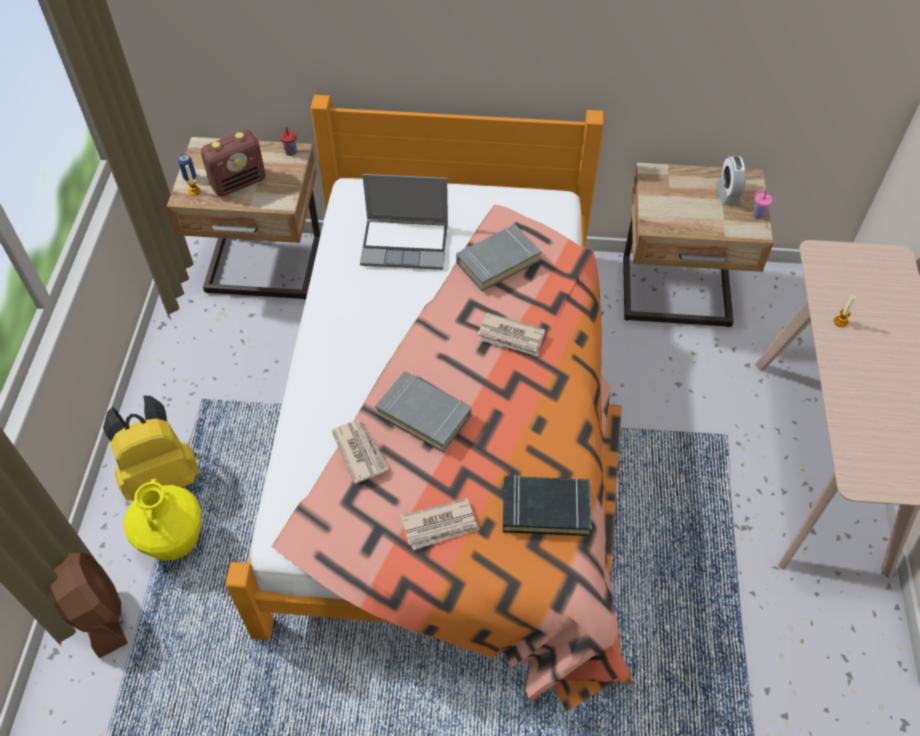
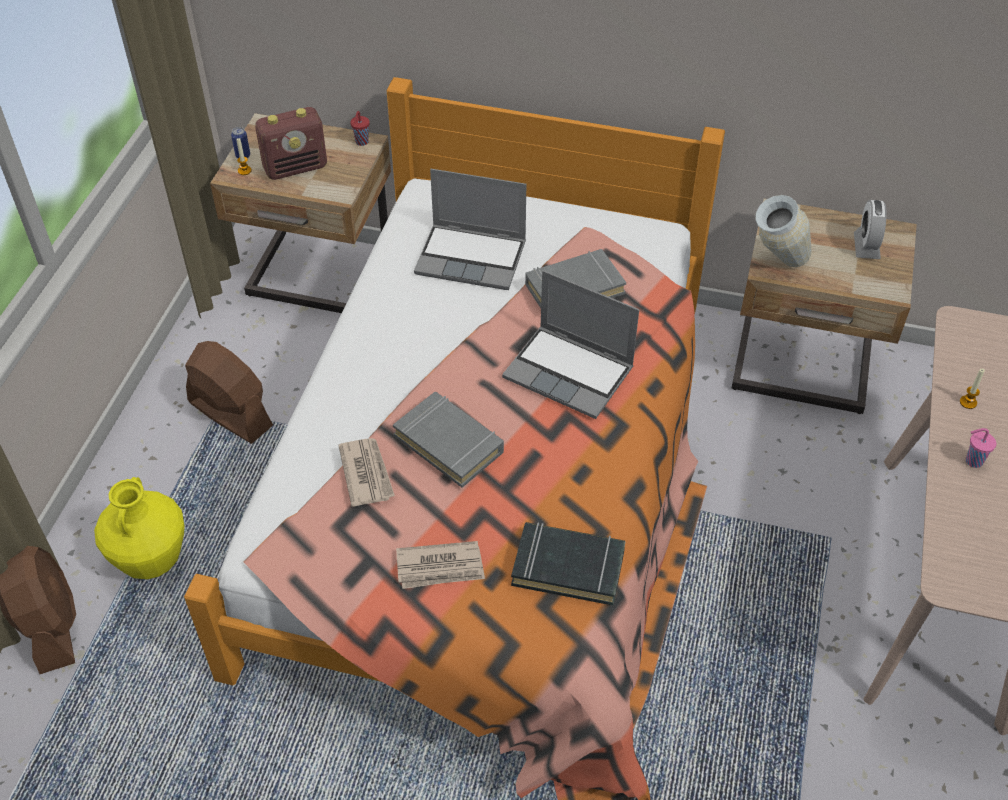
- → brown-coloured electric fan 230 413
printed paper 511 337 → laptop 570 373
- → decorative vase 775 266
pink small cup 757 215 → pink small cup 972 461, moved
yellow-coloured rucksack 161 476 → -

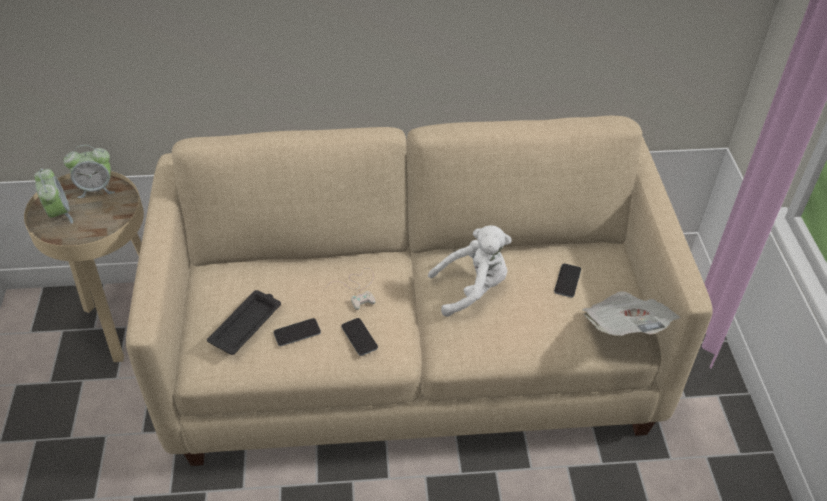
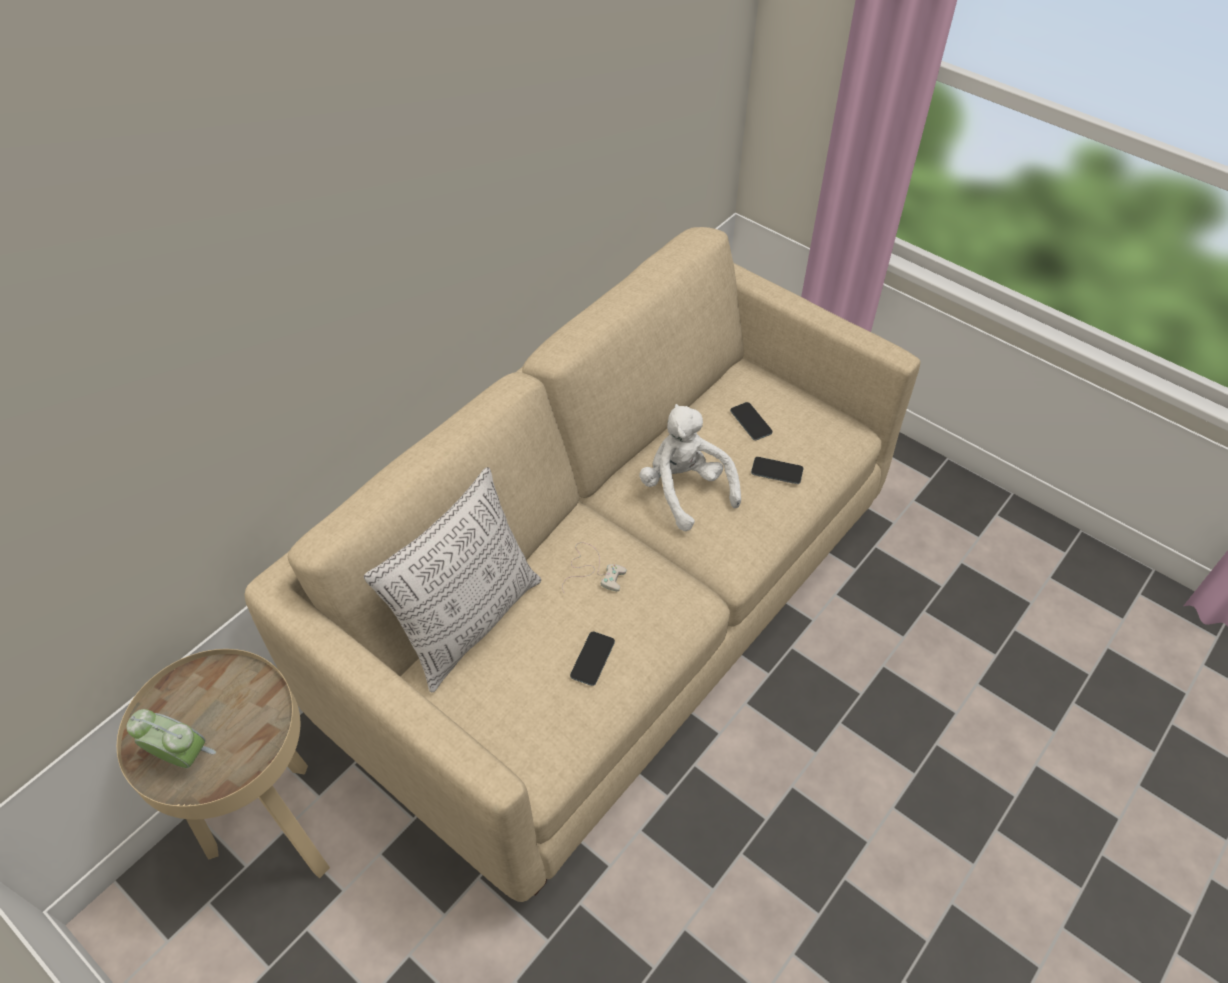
- → cushion 470 622
white-coloured soft toy 472 289 → white-coloured soft toy 685 490, 60 degrees counterclockwise
handset 359 337 → handset 777 471, moved
alarm clock 96 188 → -
blackish carrying tray 247 324 → -
printed paper 625 328 → -

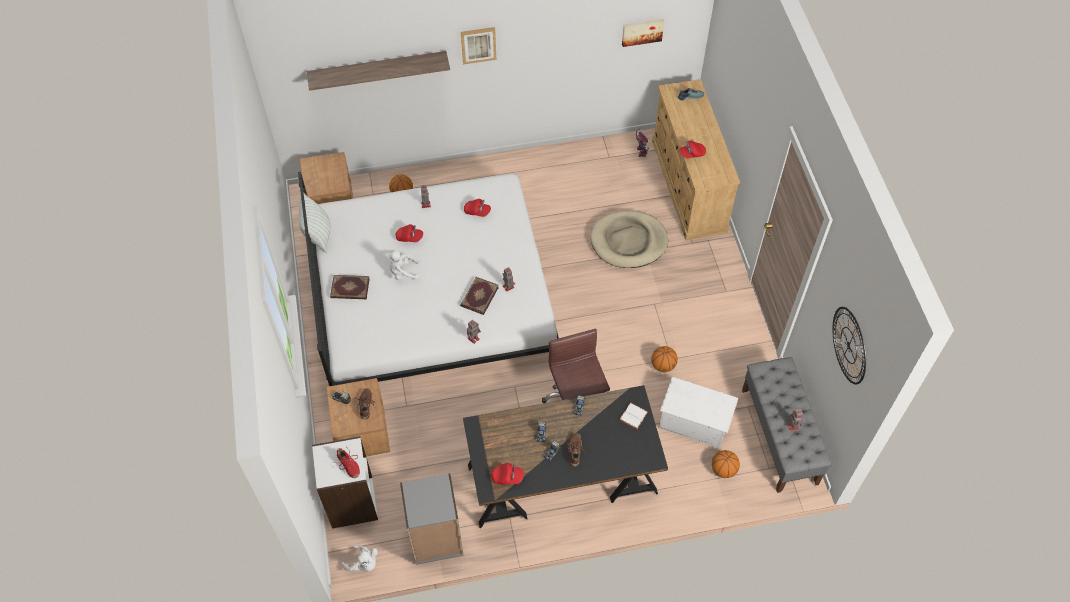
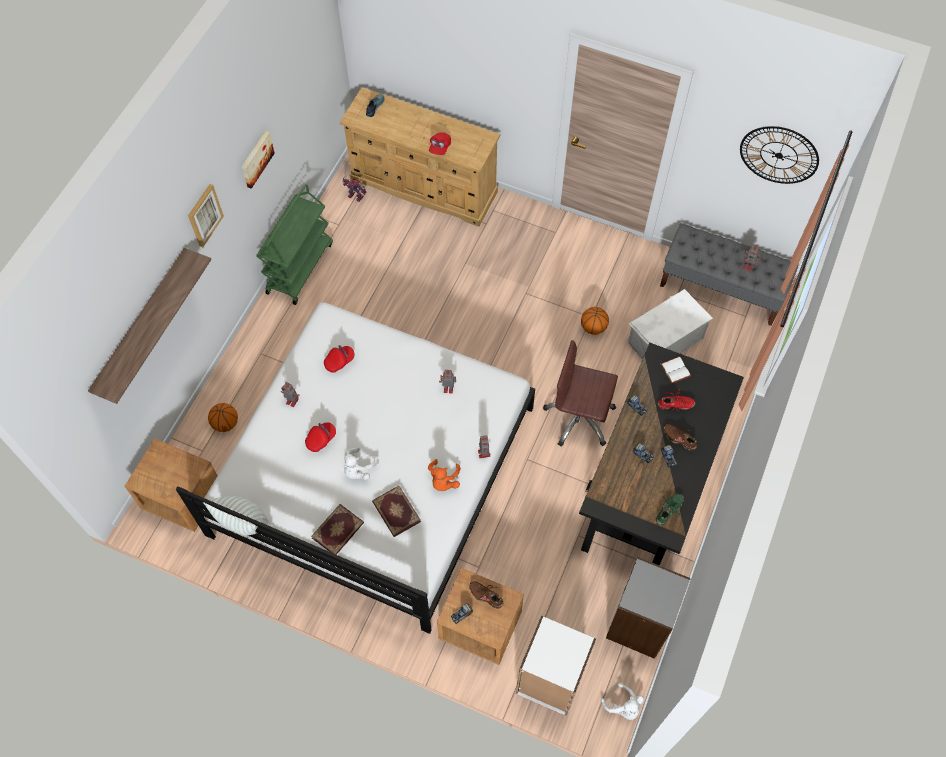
wall art 642 31 → wall art 256 159, moved
- → green wheeled cart 299 267
volume 479 296 → volume 396 512, moved
- → orange-coloured soft toy 443 481
white-coloured soft toy 364 564 → white-coloured soft toy 623 706, 75 degrees clockwise
red peaked cap 507 477 → green low shoe 669 511
red low shoe 348 465 → red low shoe 675 405, moved
beige-coloured dog cushion 628 241 → -
basketball ball 723 469 → -

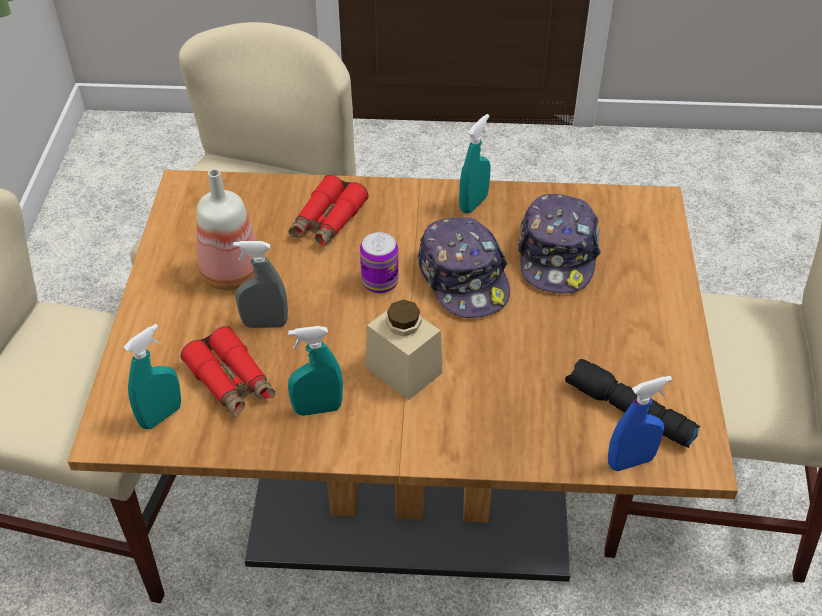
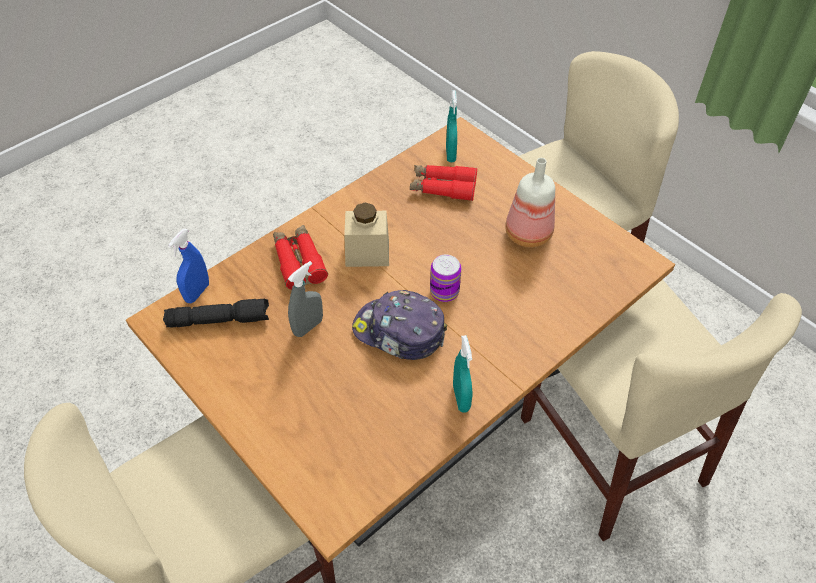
red pair of binoculars 327 221 → red pair of binoculars 299 261, moved
grey hand sprayer 265 324 → grey hand sprayer 308 327, moved
blue-green hand sprayer 317 409 → -
peaked cap 557 255 → -

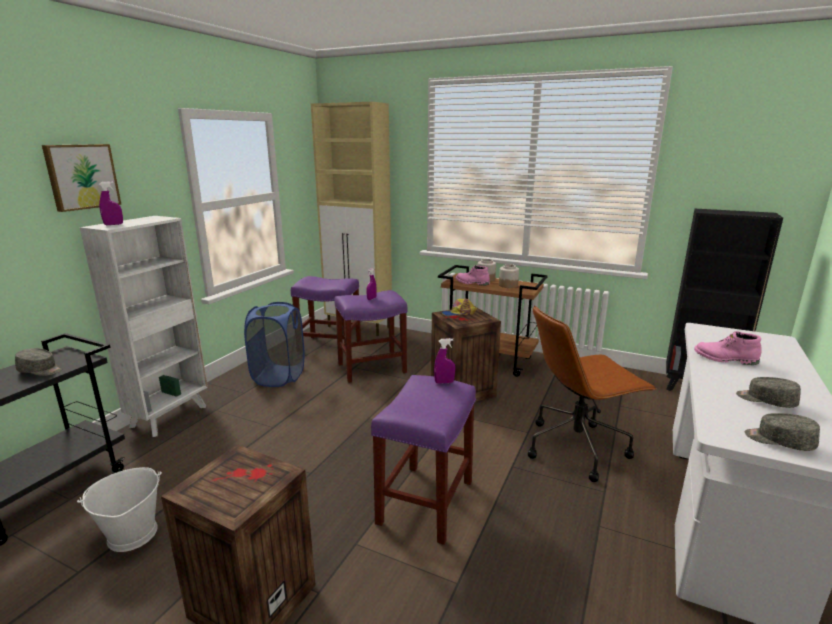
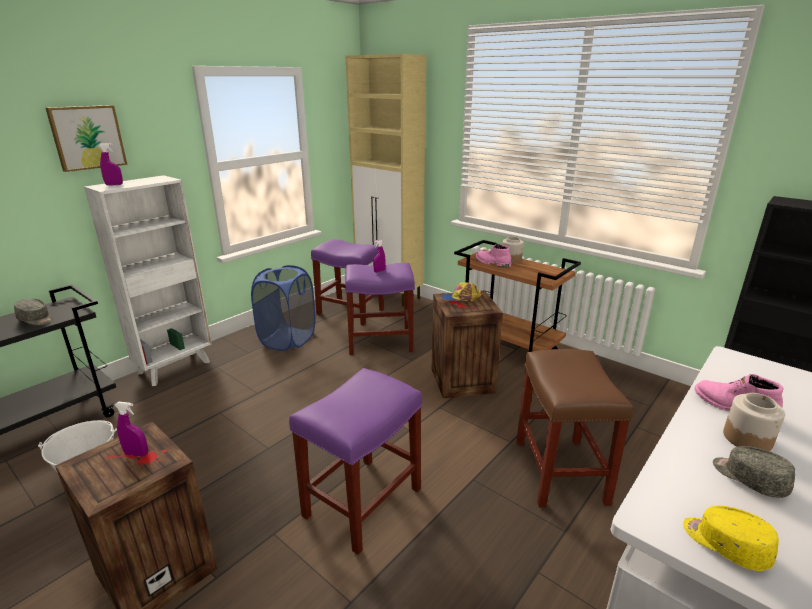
purple-coloured hand sprayer 444 382 → purple-coloured hand sprayer 136 454, moved
brown-coloured office chair 577 447 → brown-coloured sitting stool 559 470
grey peaked cap 779 441 → yellow-coloured peaked cap 725 544
preserve jar 508 285 → preserve jar 747 438, moved

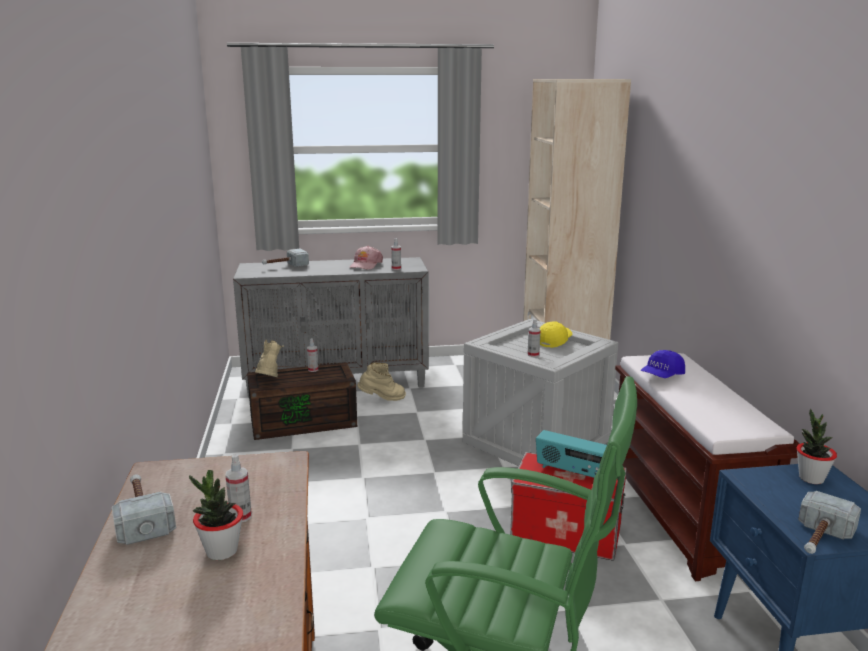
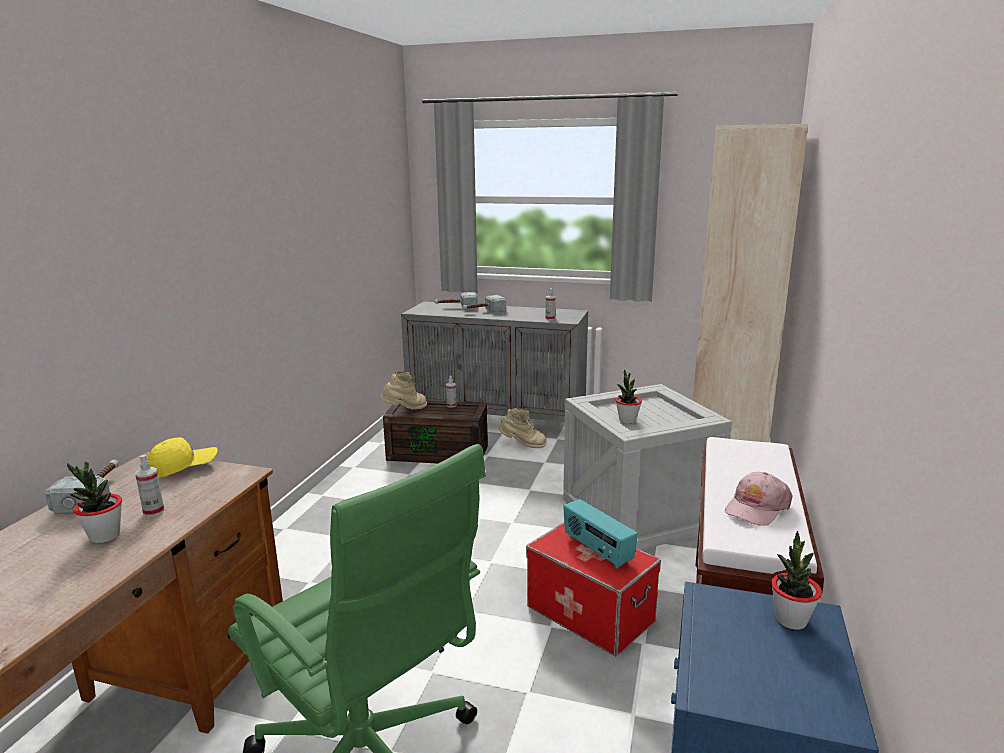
yellow-coloured peaked cap 554 341 → yellow-coloured peaked cap 184 468, moved
beige-coloured boot 269 382 → beige-coloured boot 405 410, 45 degrees clockwise
hand hammer 819 540 → hand hammer 483 311, moved
hand sprayer 533 355 → plant in a pot 627 420
pink peaked cap 365 265 → pink peaked cap 756 508, moved
bluish peaked cap 661 376 → -

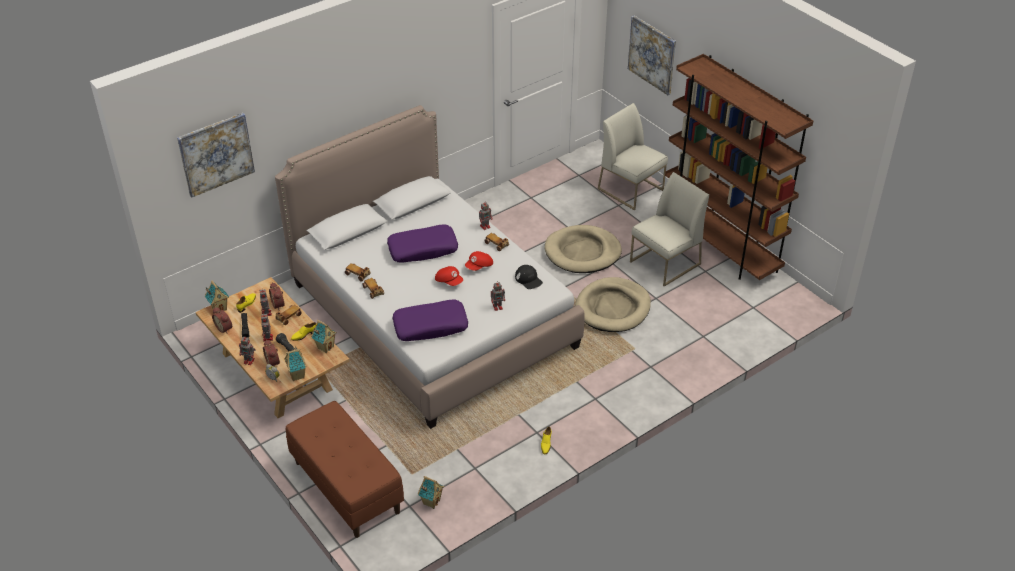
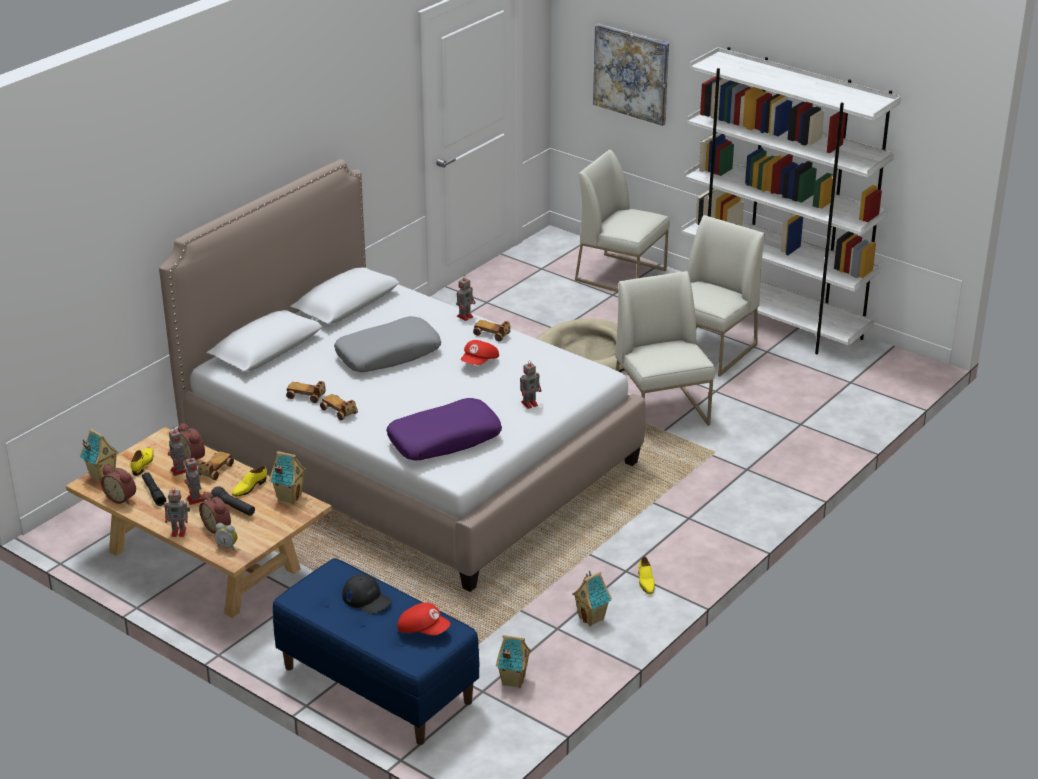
brown-coloured long seat 346 487 → bluish long seat 376 685
purple-coloured cushion 423 249 → grey cushion 388 354
blackish peaked cap 528 279 → blackish peaked cap 367 599, moved
red peaked cap 449 281 → red peaked cap 423 630, moved
miniature house 298 375 → miniature house 592 618, moved
beige-coloured dog cushion 613 308 → white-coloured chair 662 410
brown-coloured shelving unit 720 247 → white-coloured shelving unit 773 322
wall art 216 154 → -

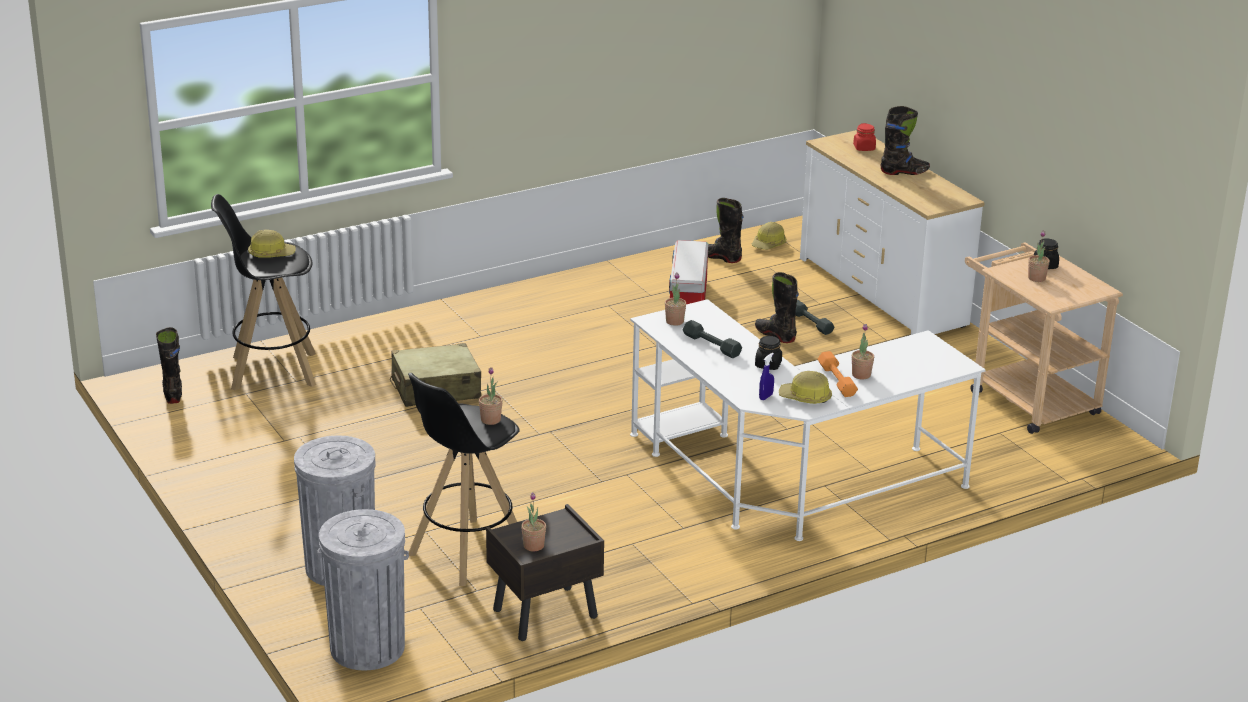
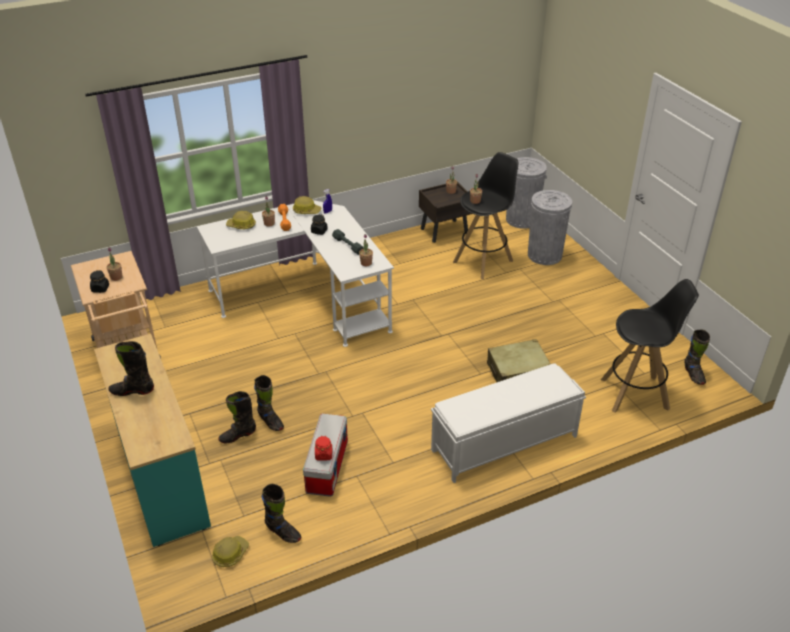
white-coloured chest of drawers 882 291 → blue-green chest of drawers 160 475
grey hand weight 811 322 → blackish boot 237 435
hard hat 271 254 → hard hat 241 225, moved
red preserve jar 864 148 → red preserve jar 323 455, moved
- → white-coloured long seat 503 443

